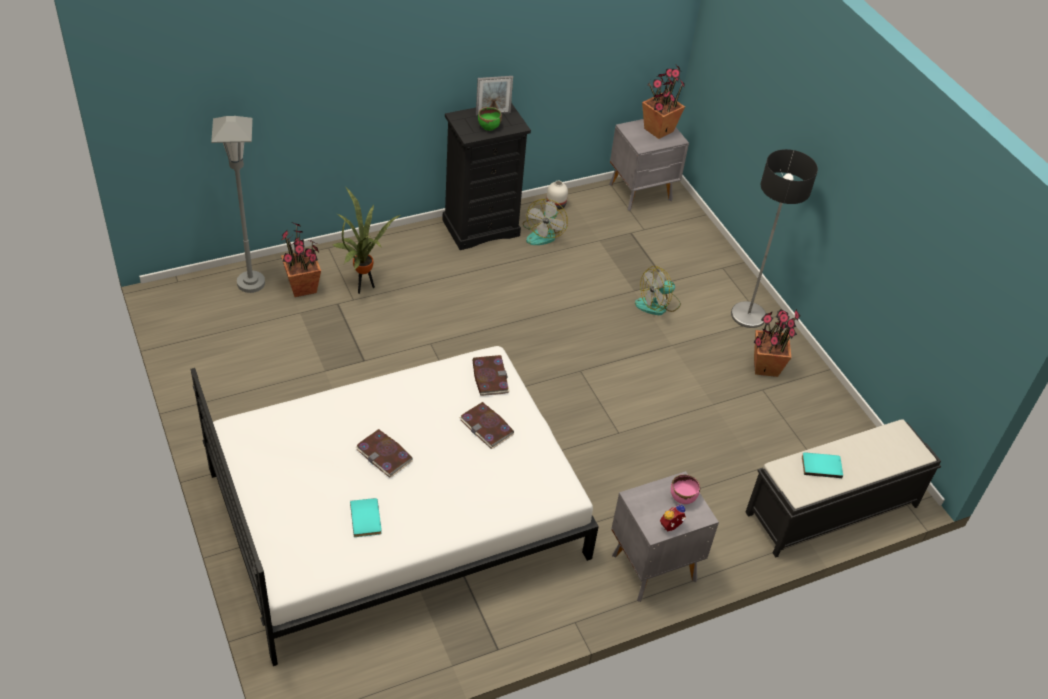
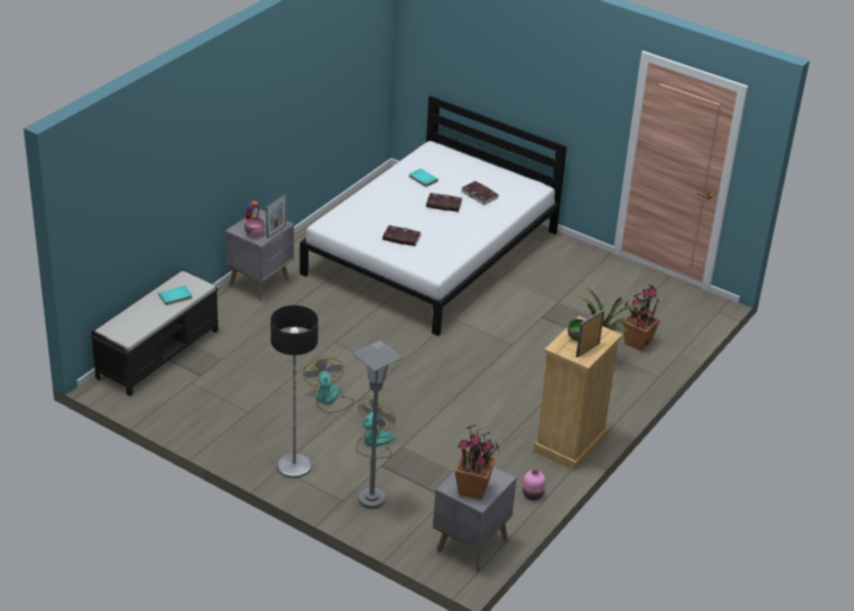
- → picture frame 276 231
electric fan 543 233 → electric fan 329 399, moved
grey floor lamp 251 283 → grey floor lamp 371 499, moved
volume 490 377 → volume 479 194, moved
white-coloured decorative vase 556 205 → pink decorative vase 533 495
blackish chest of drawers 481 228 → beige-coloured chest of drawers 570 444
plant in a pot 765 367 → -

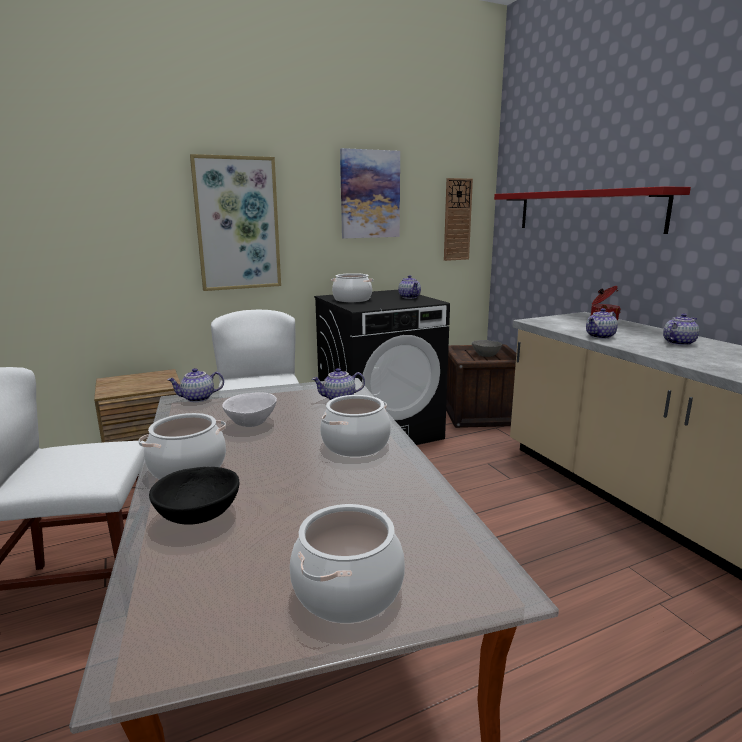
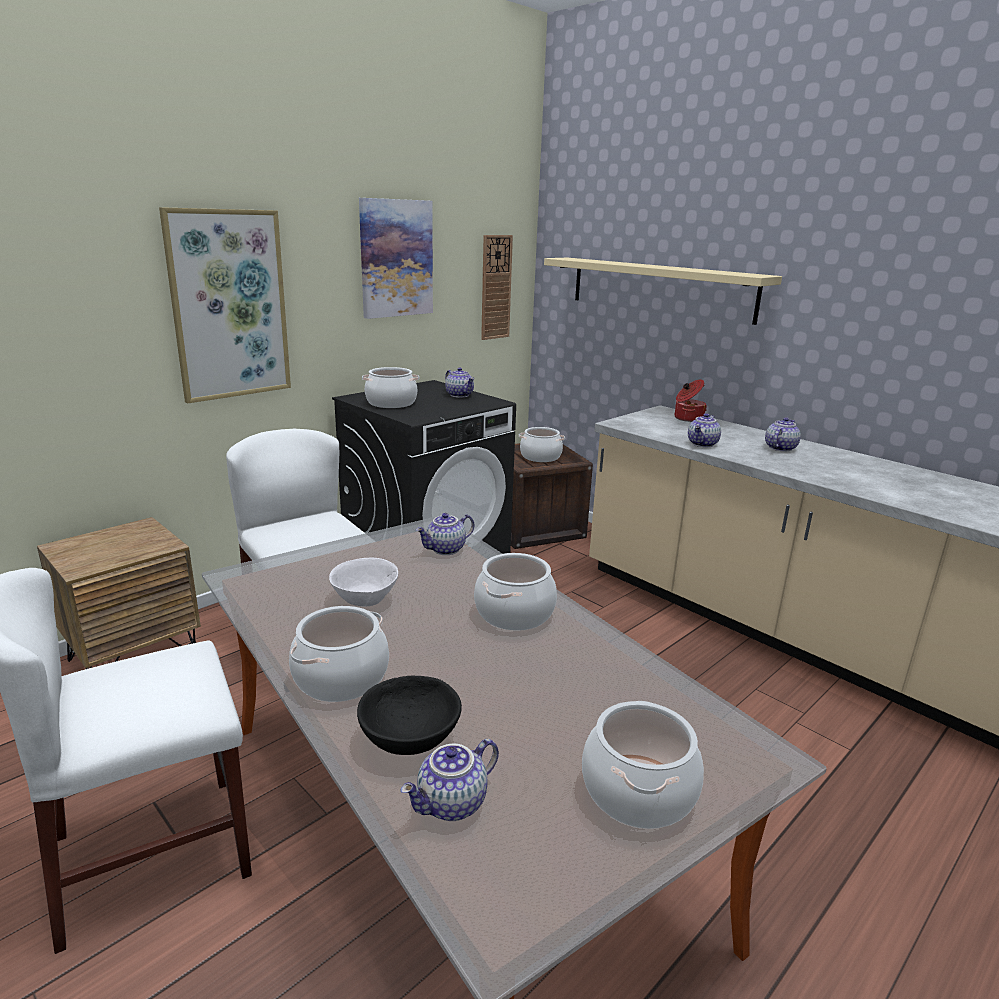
teapot 197 399 → teapot 452 805, moved
grey serving bowl 486 355 → cooking pot 541 457
red shelf 586 211 → beige-coloured shelf 660 288

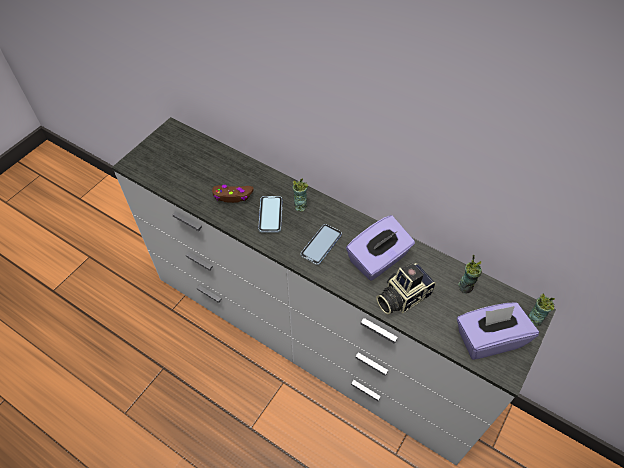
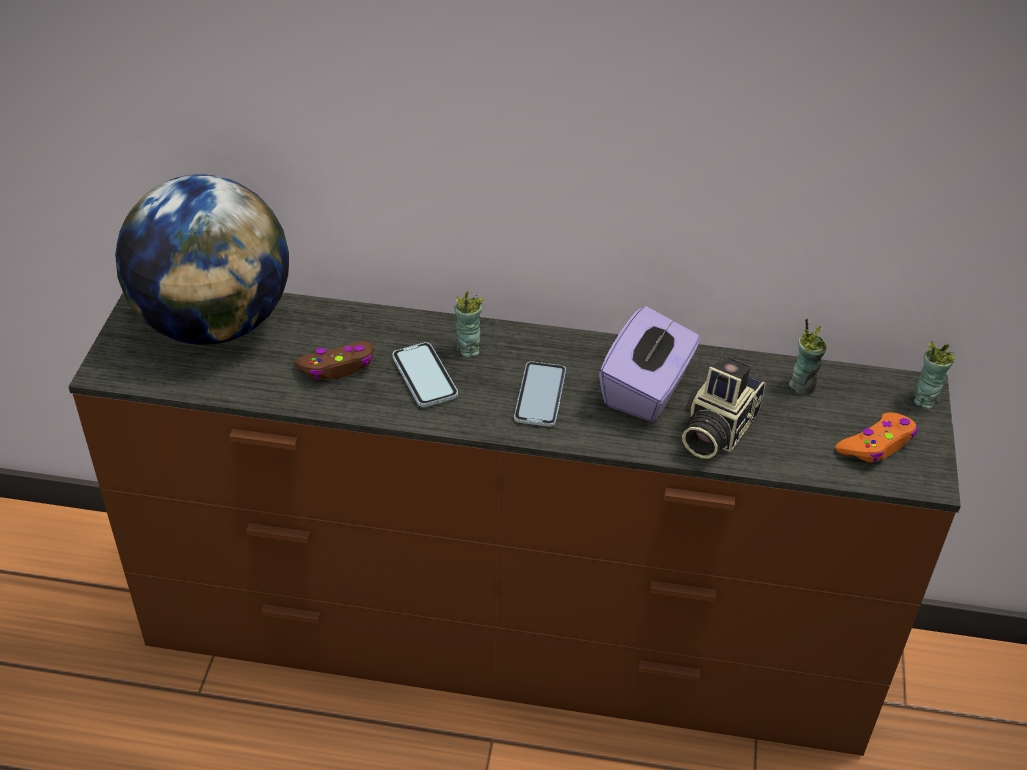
white-coloured chest of drawers 312 337 → brown-coloured chest of drawers 507 643
- → desk globe 215 323
purple-coloured tissue holder 488 339 → orange-coloured gamepad 877 445

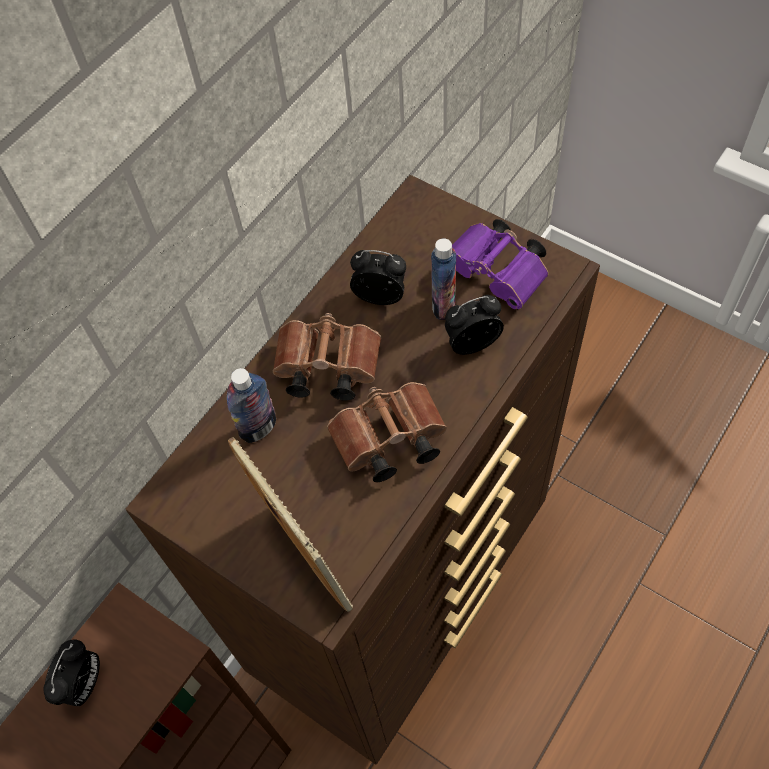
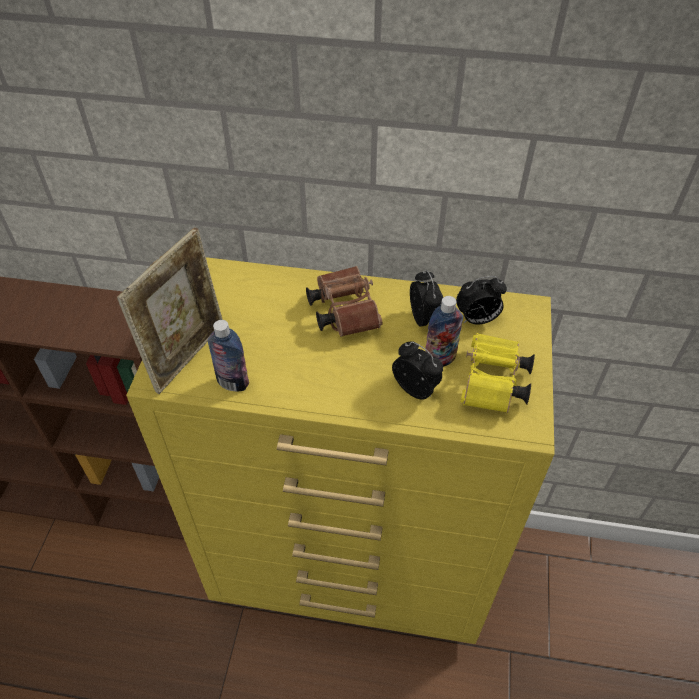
brown-coloured chest of drawers 405 589 → yellow-coloured chest of drawers 351 569
drink bottle 259 428 → drink bottle 233 383, moved
alarm clock 84 684 → alarm clock 477 319, moved
purple-coloured pair of binoculars 498 275 → yellow-coloured pair of binoculars 492 385
brown-coloured pair of binoculars 387 442 → -

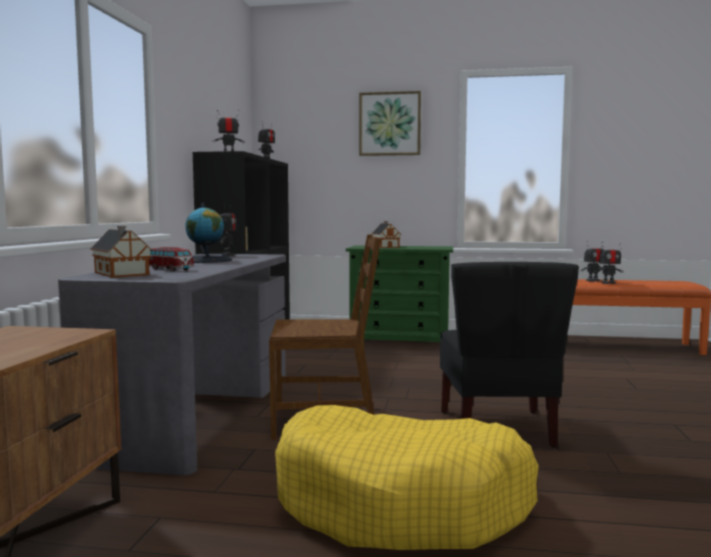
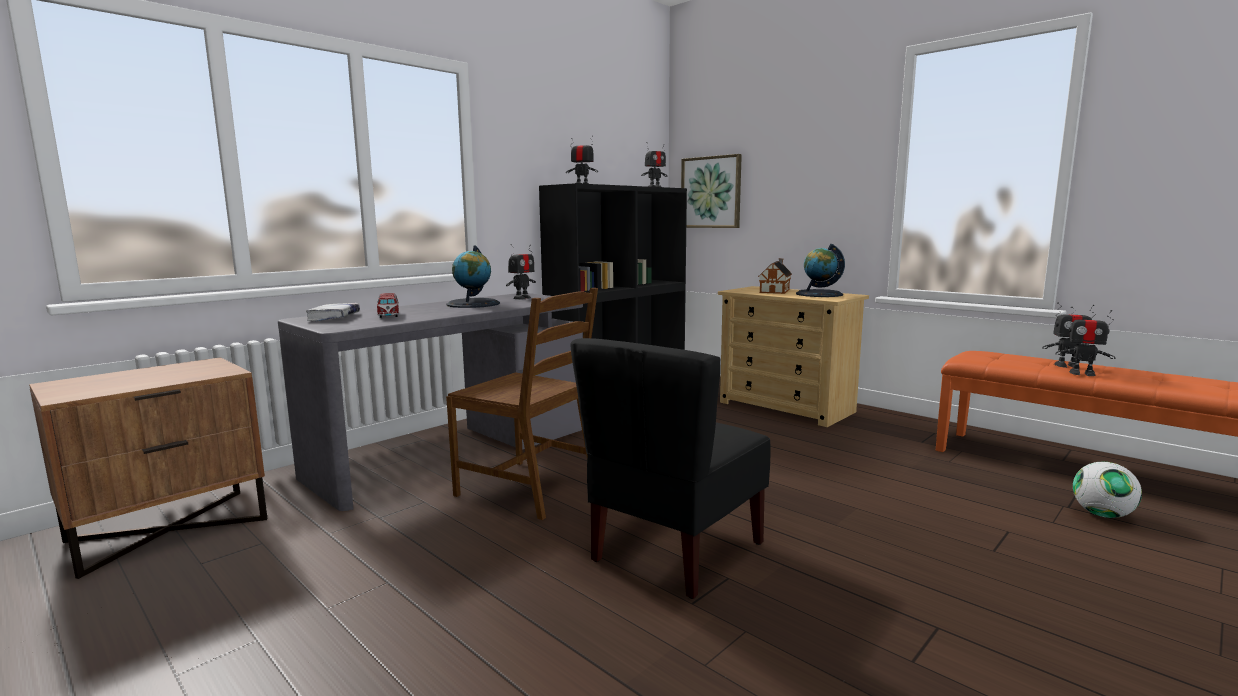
miniature house 121 274 → white-coloured volume 334 318
wall art 390 124 → wall art 711 192, moved
green chest of drawers 400 339 → beige-coloured chest of drawers 786 407
- → desk globe 819 294
- → football ball 1102 515
yellow-coloured dog cushion 400 503 → -

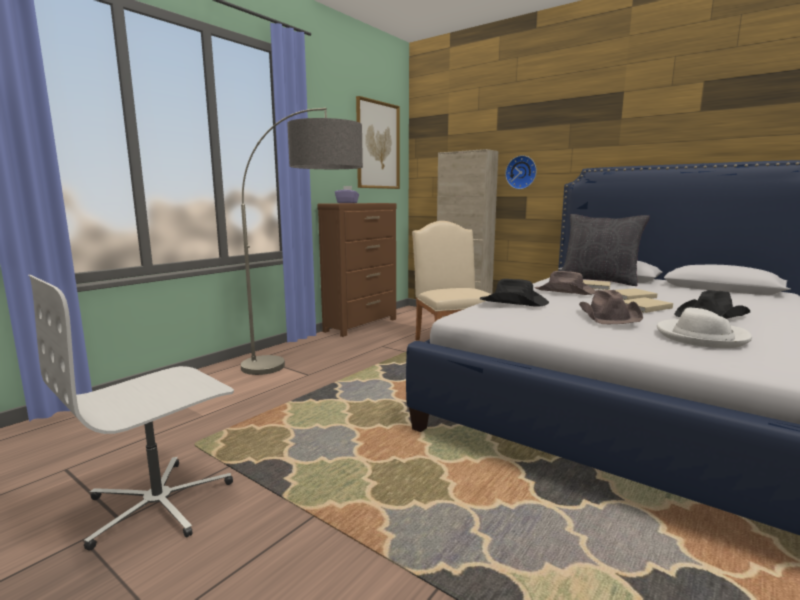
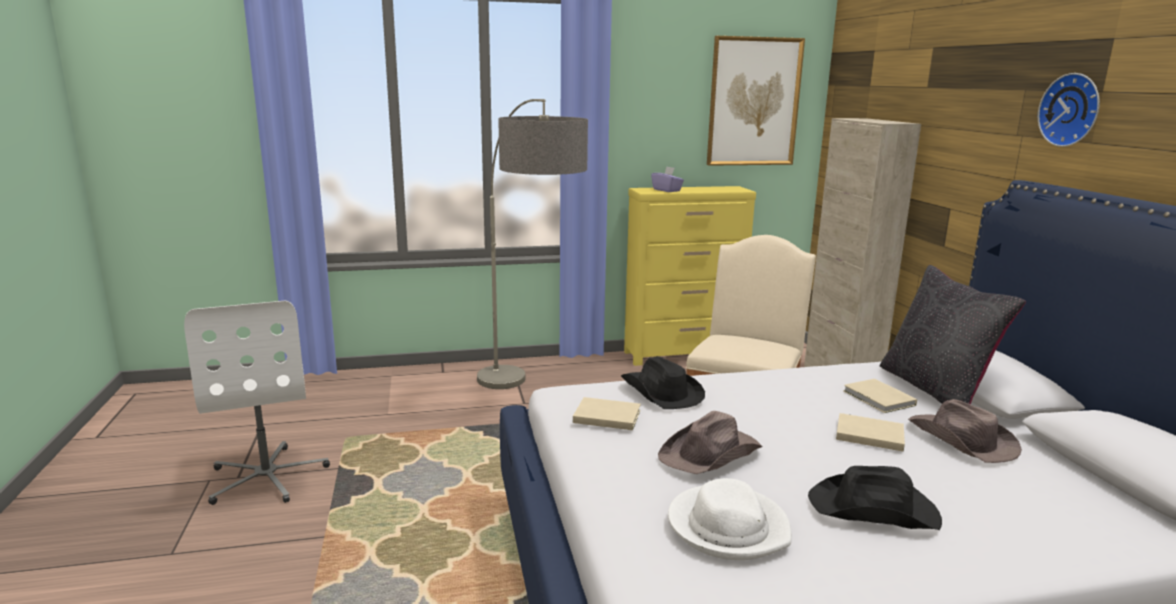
white-coloured office chair 159 504 → white-coloured office chair 267 476, 105 degrees counterclockwise
beige-coloured volume 643 307 → beige-coloured volume 605 416, moved
brown-coloured chest of drawers 361 325 → yellow-coloured chest of drawers 683 355
brown-coloured clothing hat 565 292 → brown-coloured clothing hat 962 440, moved
hanging clock 521 172 → hanging clock 1072 110, moved

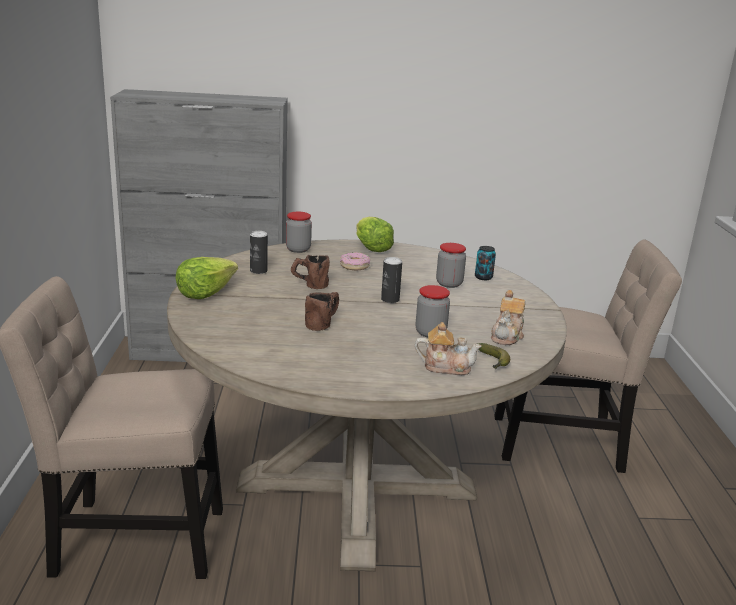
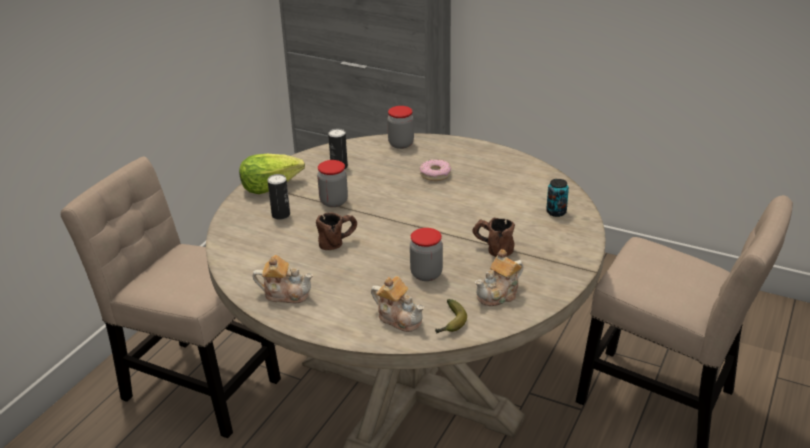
- → teapot 285 294
metal can 390 299 → metal can 281 215, moved
preserve jar 449 284 → preserve jar 334 201, moved
brown-coloured mug 309 285 → brown-coloured mug 492 249, moved
lettuce 371 247 → -

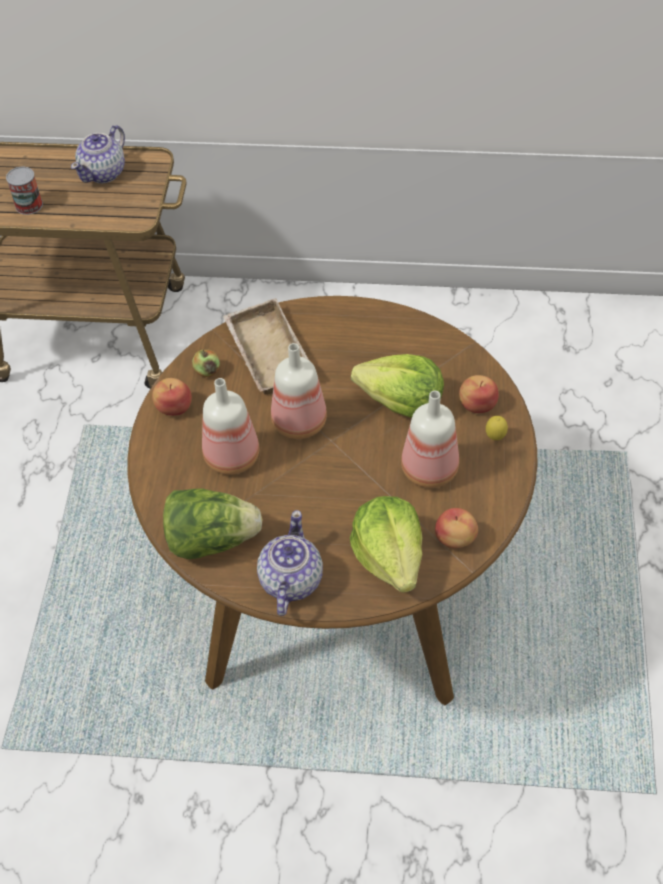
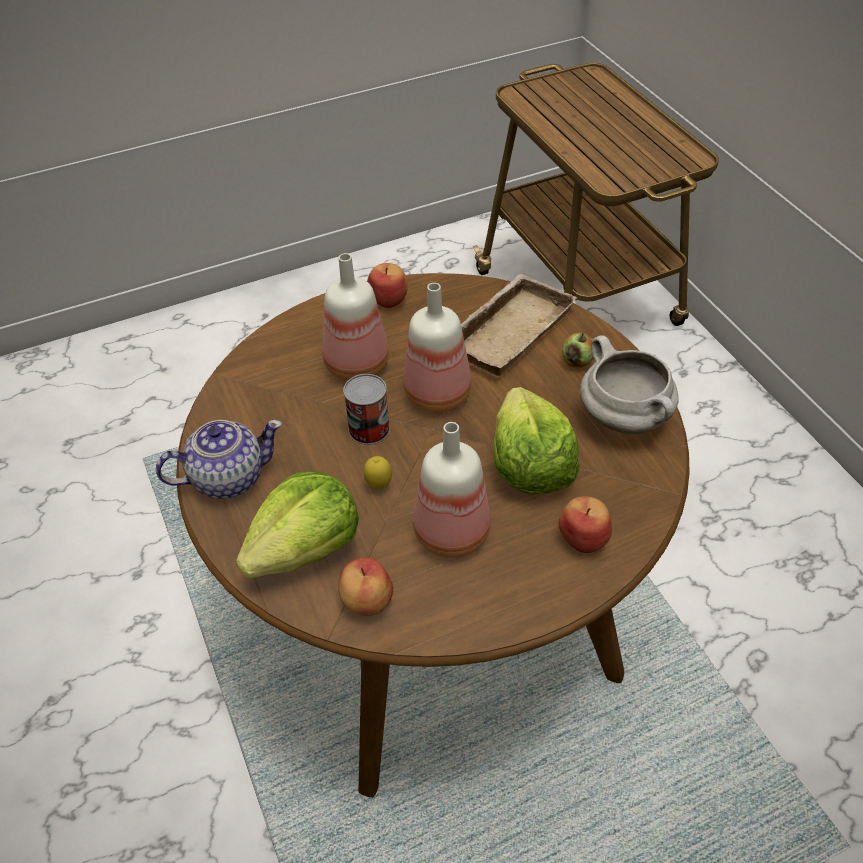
metal can 29 205 → metal can 369 429, moved
lemon 495 437 → lemon 379 485, moved
apple fruit 207 371 → apple fruit 577 361, moved
- → white-coloured cooking pot 626 418
teapot 104 173 → -
lettuce 211 539 → -

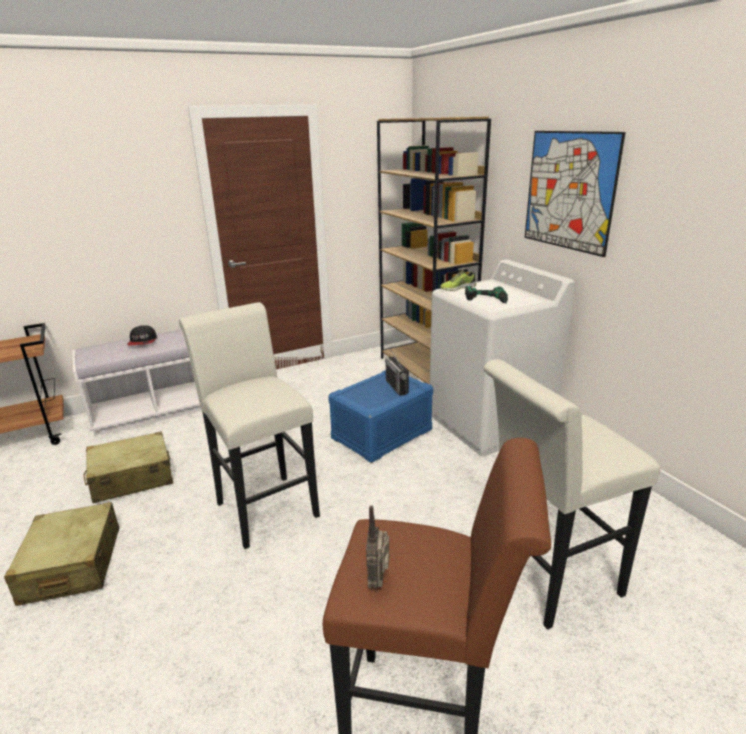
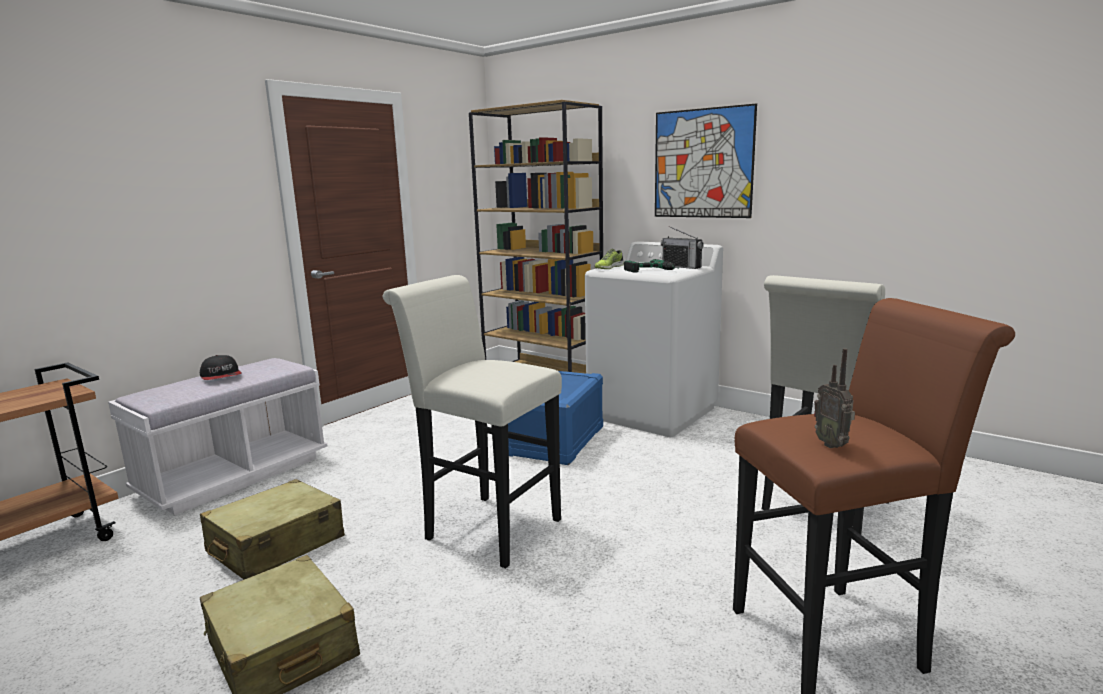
radio set 396 387 → radio set 681 267, moved

